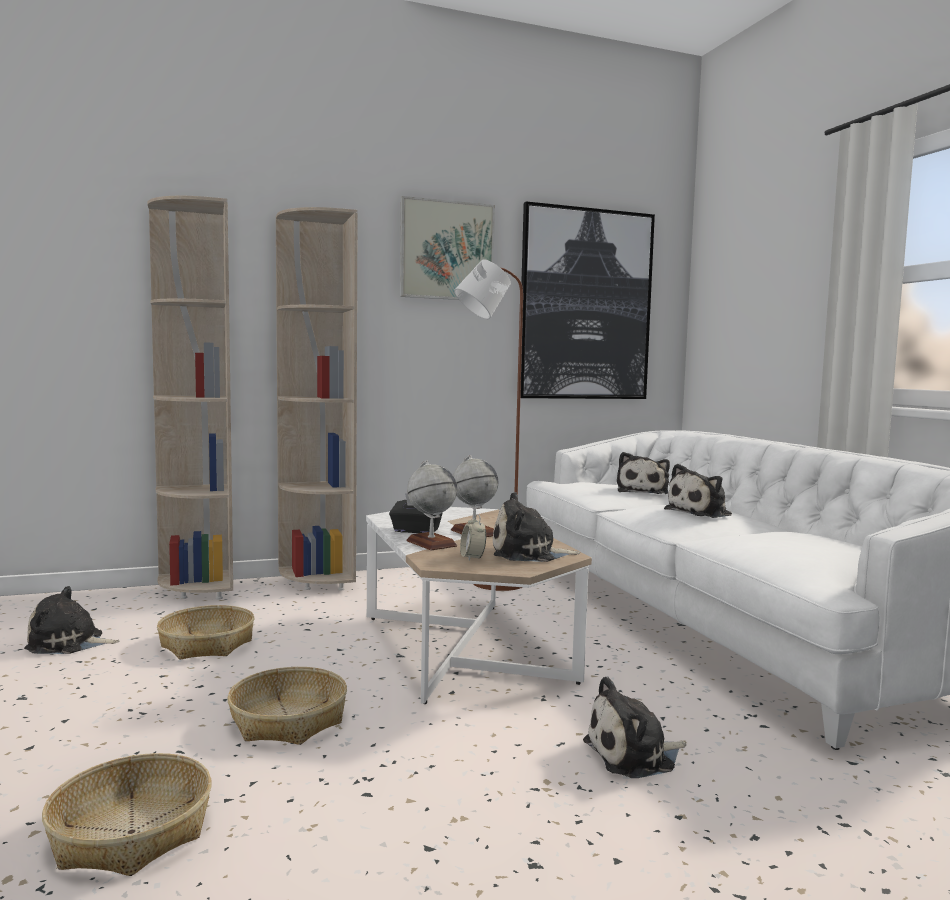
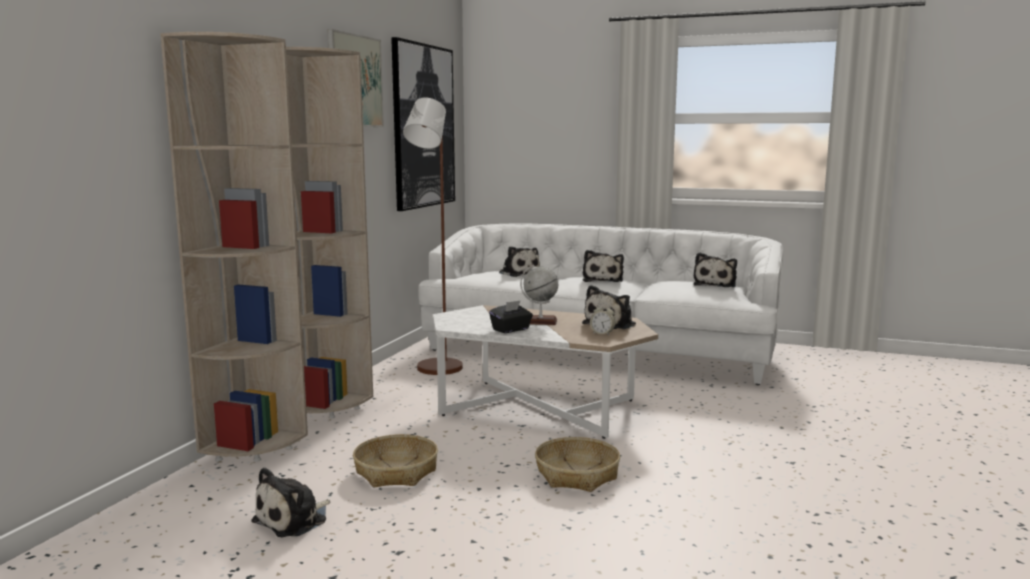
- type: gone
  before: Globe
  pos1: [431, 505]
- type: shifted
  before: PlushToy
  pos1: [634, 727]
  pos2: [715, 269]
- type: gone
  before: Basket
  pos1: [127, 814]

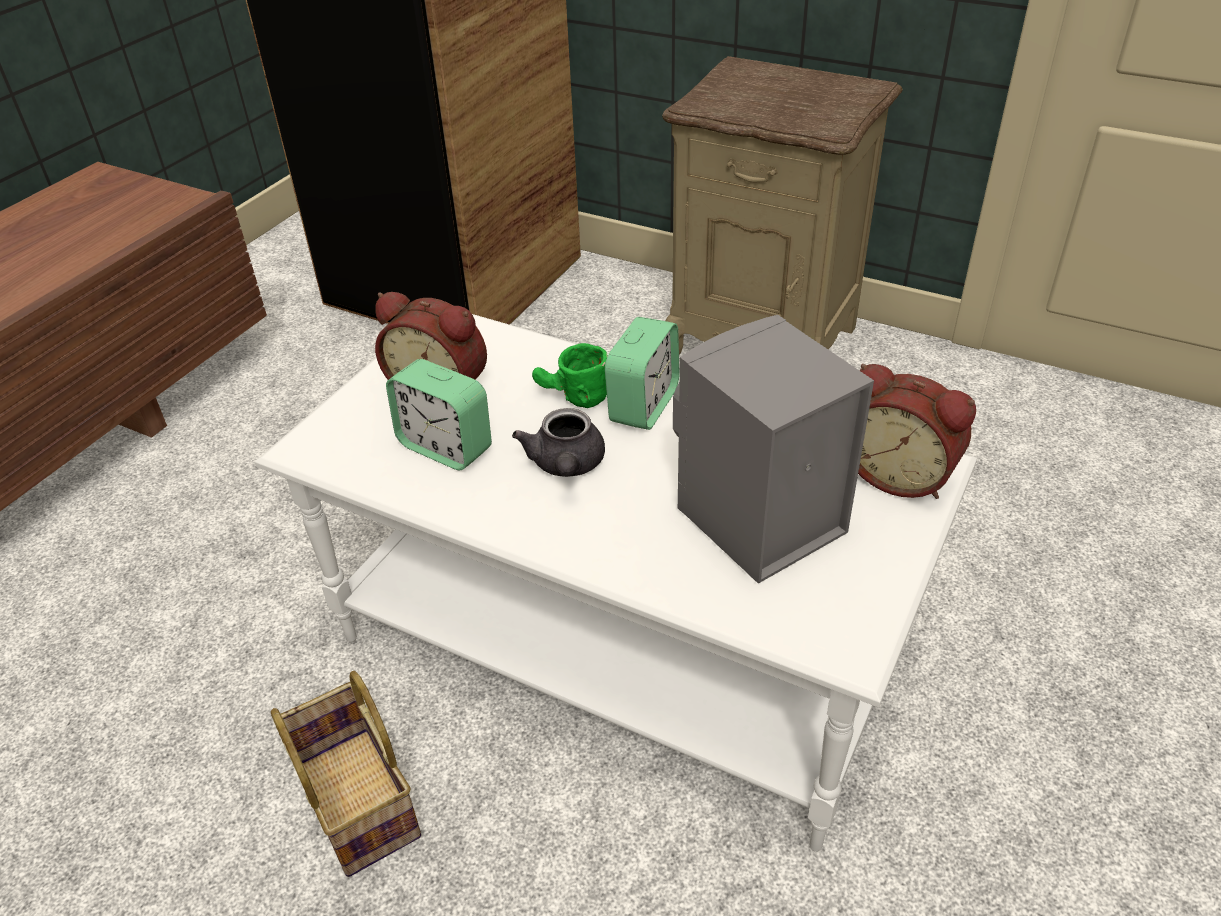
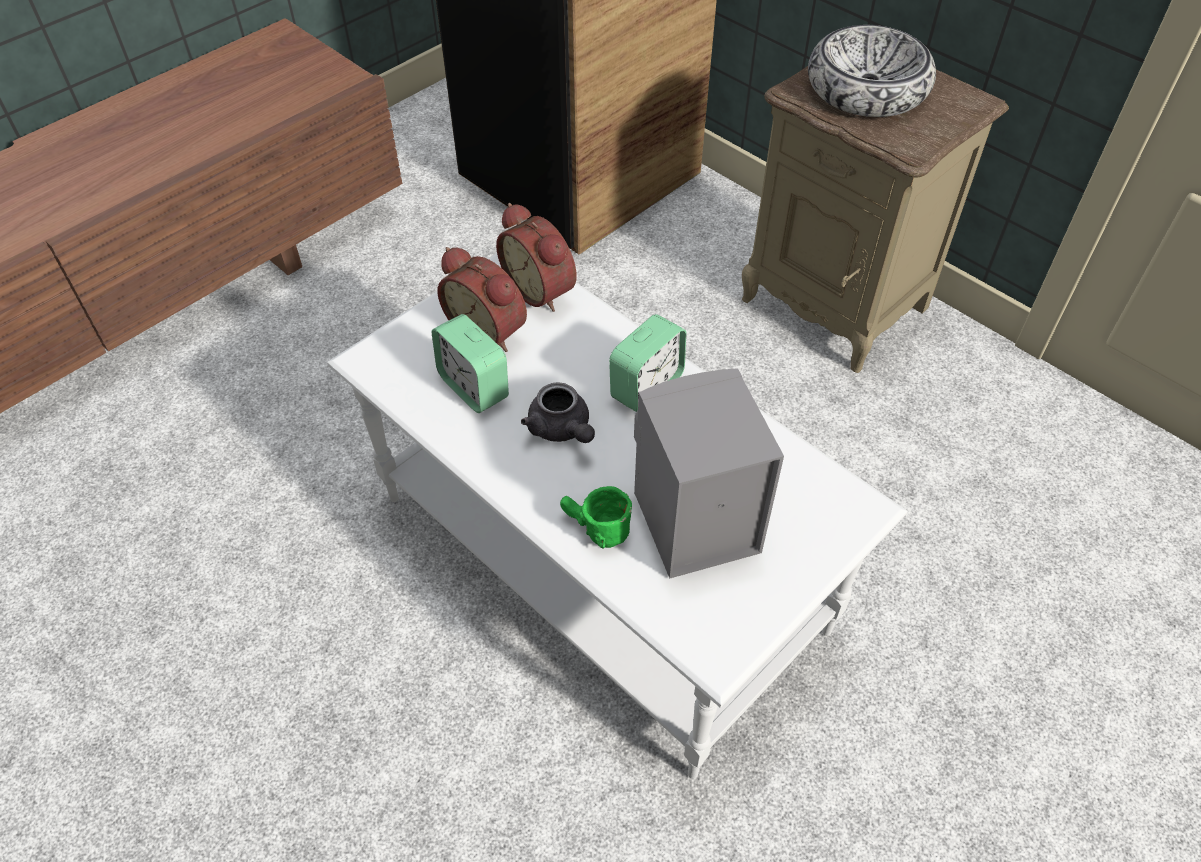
- type: shifted
  before: GreenMug
  pos1: [570, 375]
  pos2: [596, 517]
- type: shifted
  before: AlarmClock
  pos1: [917, 431]
  pos2: [536, 257]
- type: rotated
  before: GreyTeapot
  pos1: [558, 442]
  pos2: [558, 412]
  turn: -45
- type: gone
  before: Basket
  pos1: [346, 774]
- type: new
  after: Bowl
  pos2: [872, 71]

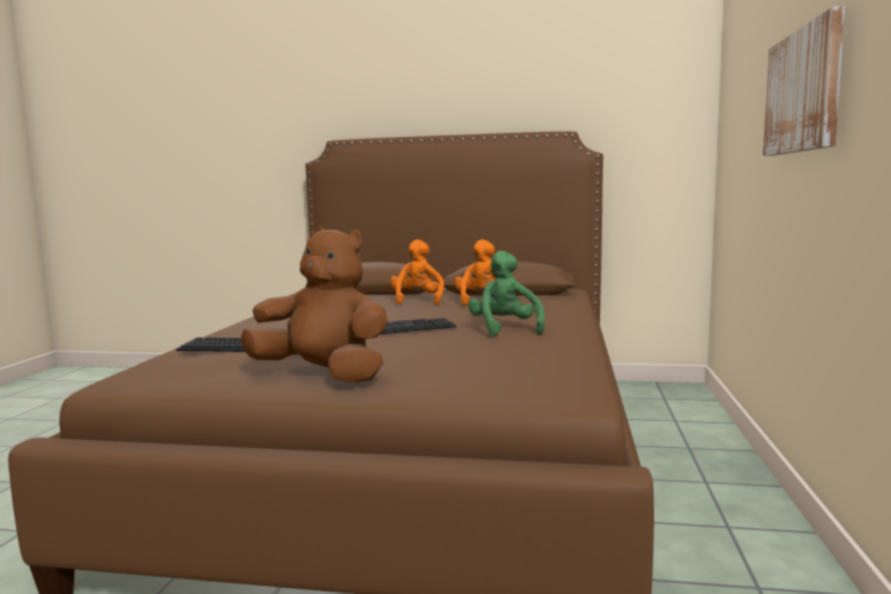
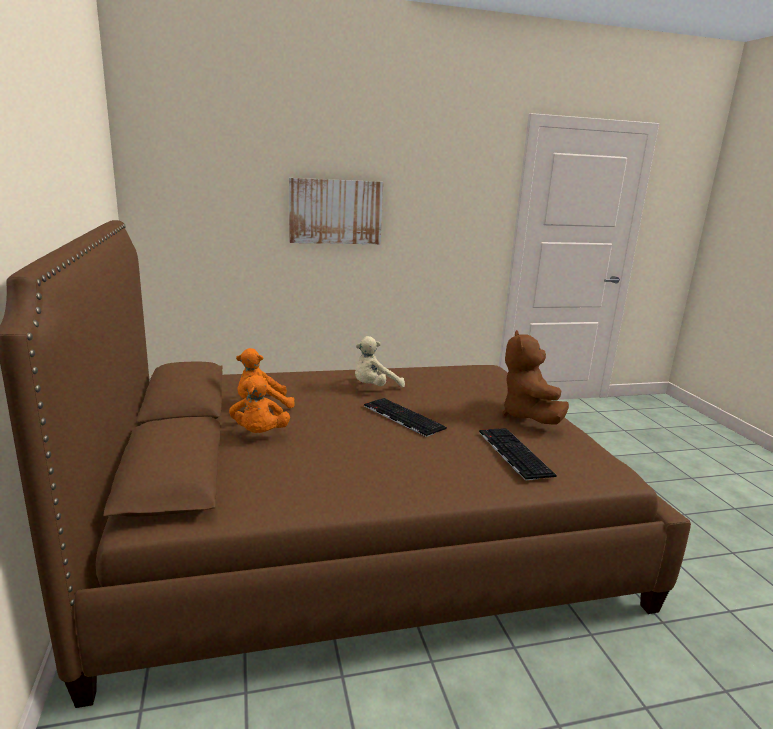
- type: rotated
  before: OrangePlushToy
  pos1: [417, 272]
  pos2: [259, 404]
  turn: -75
- type: repainted
  before: GreenPlushToy
  after: BeigePlushToy
  pos1: [506, 293]
  pos2: [380, 362]

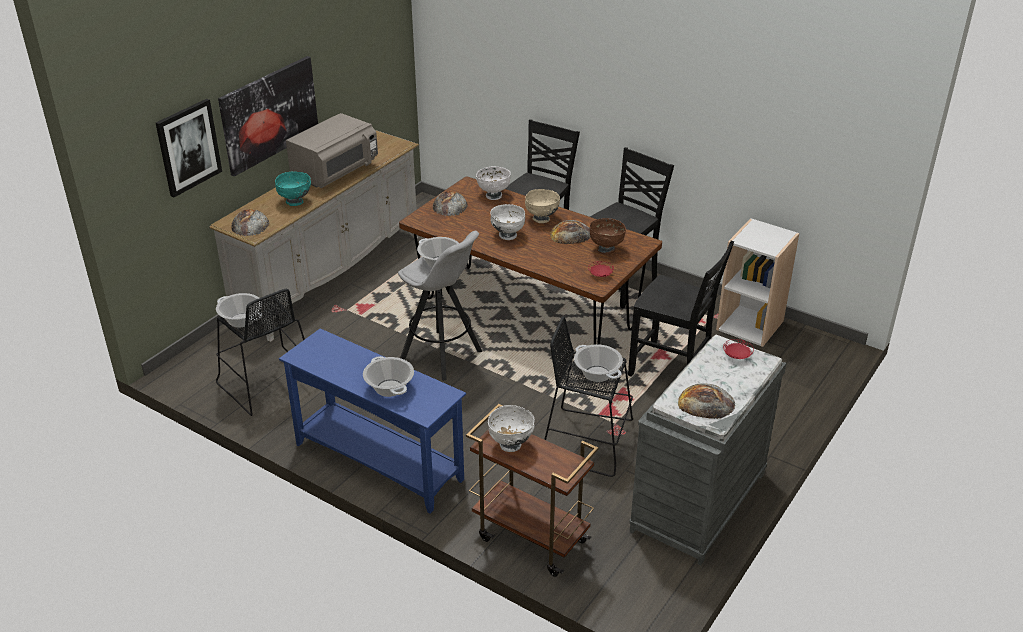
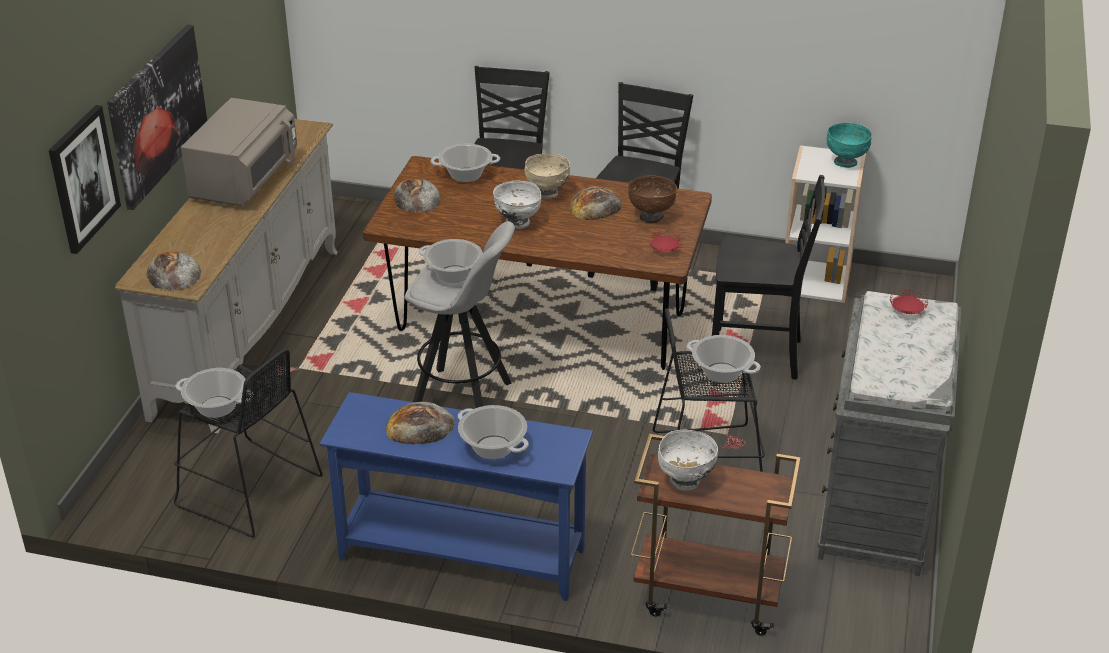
- type: swapped
  before: WhiteBowl
  after: CookingPot
  pos1: [493, 183]
  pos2: [465, 163]
- type: shifted
  before: TurquoiseBowl
  pos1: [293, 189]
  pos2: [849, 145]
- type: shifted
  before: Bread
  pos1: [706, 401]
  pos2: [420, 423]

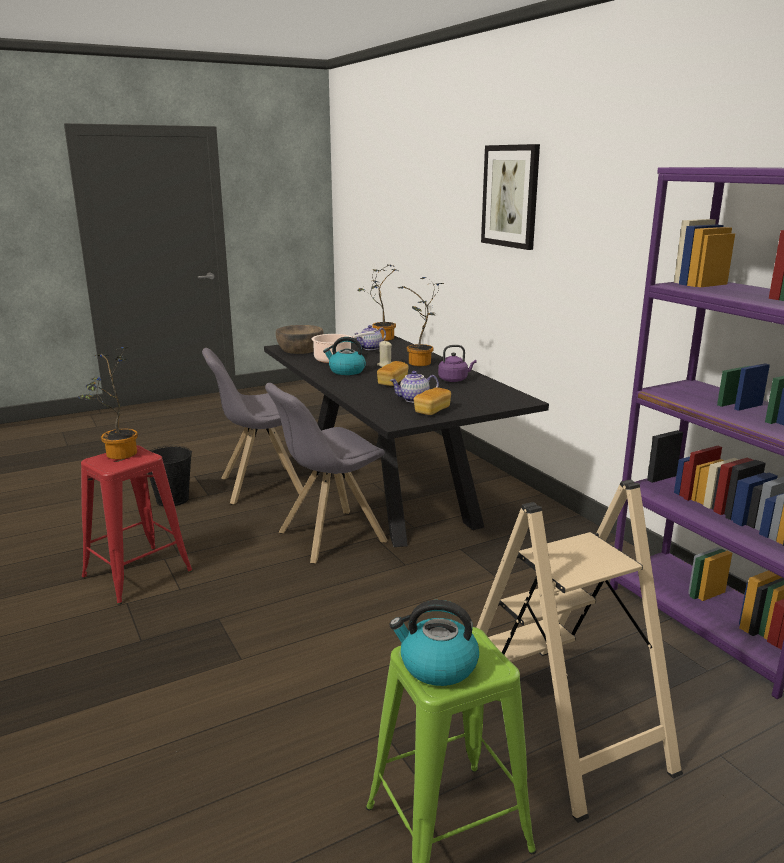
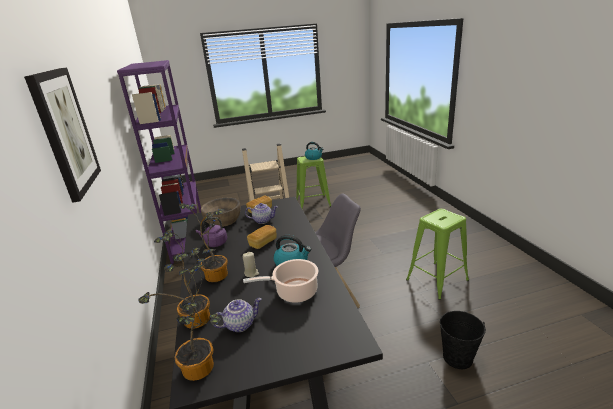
- type: shifted
  before: BrownBowl
  pos1: [299, 339]
  pos2: [221, 212]
- type: shifted
  before: PottedPlant
  pos1: [108, 403]
  pos2: [184, 279]
- type: gone
  before: GreyChair
  pos1: [252, 426]
- type: repainted
  before: RedStool
  after: GreenStool
  pos1: [137, 525]
  pos2: [437, 254]

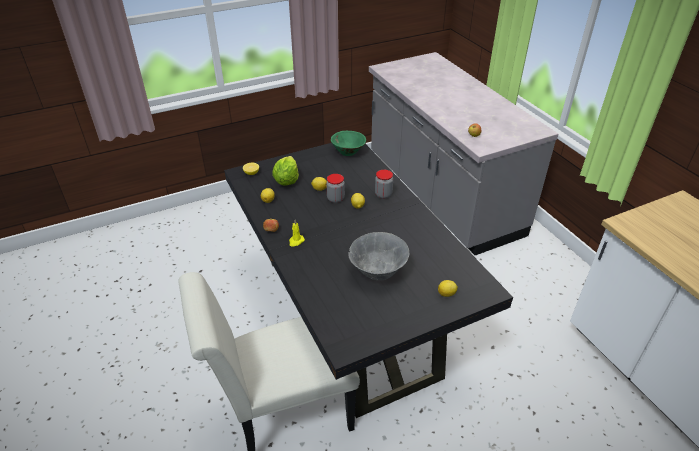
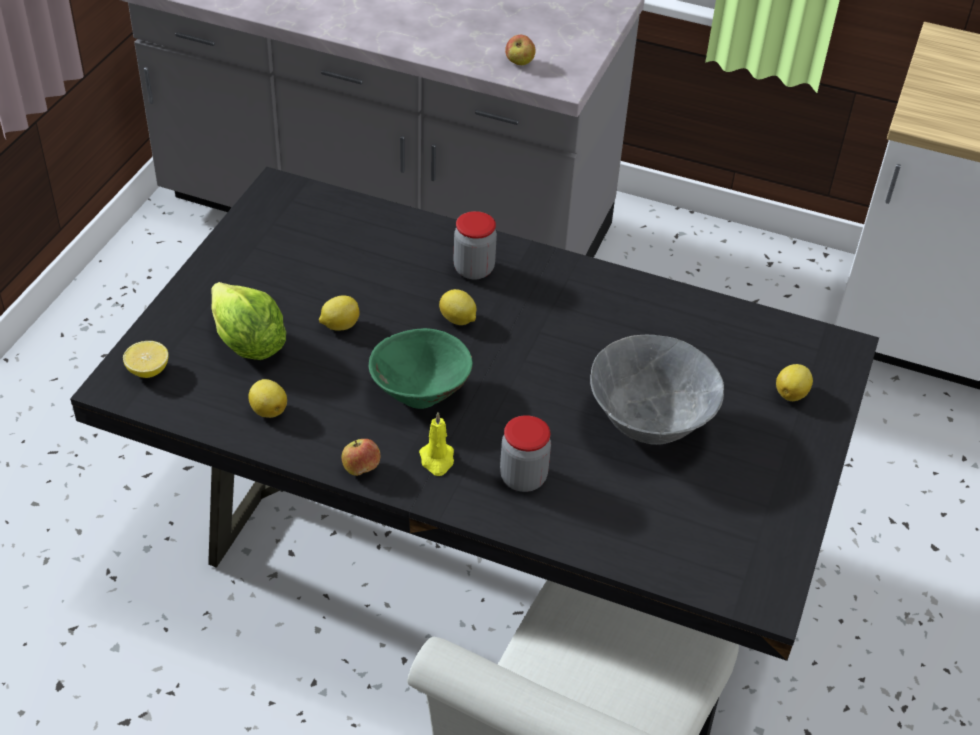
- type: shifted
  before: GreenBowl
  pos1: [348, 143]
  pos2: [421, 368]
- type: shifted
  before: Jar
  pos1: [335, 188]
  pos2: [525, 453]

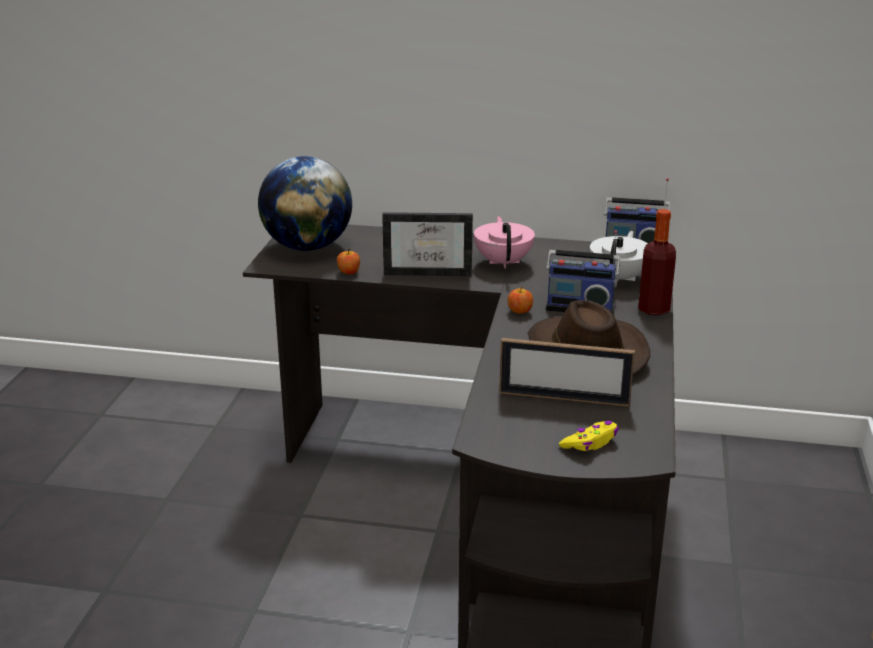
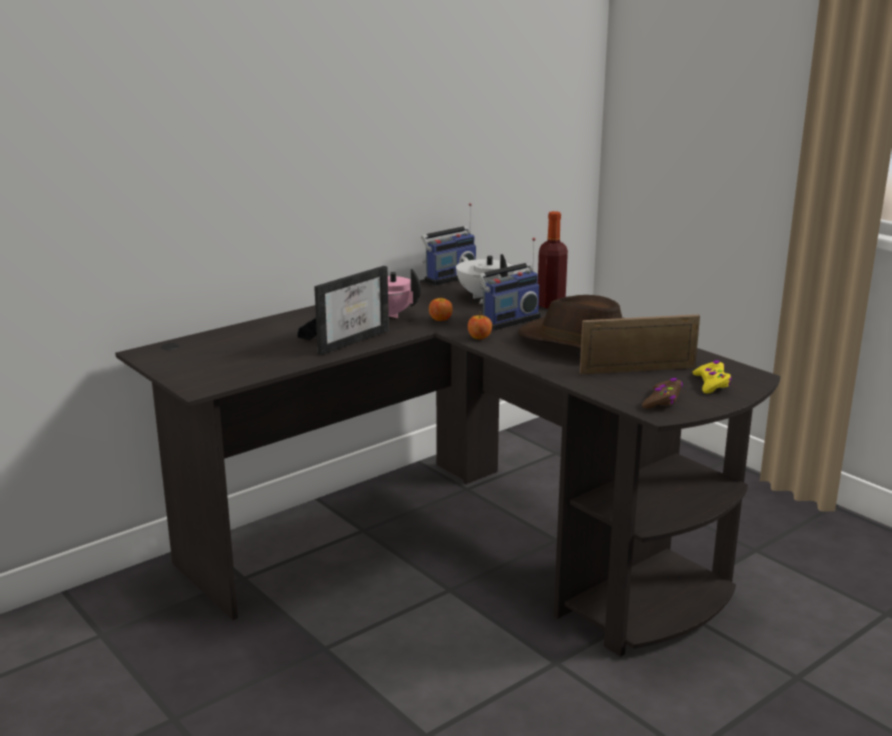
- type: gone
  before: Globe
  pos1: [305, 203]
- type: shifted
  before: Apple
  pos1: [348, 261]
  pos2: [441, 308]
- type: rotated
  before: PictureFrame
  pos1: [567, 372]
  pos2: [640, 344]
  turn: -150
- type: new
  after: BrownGameController
  pos2: [662, 393]

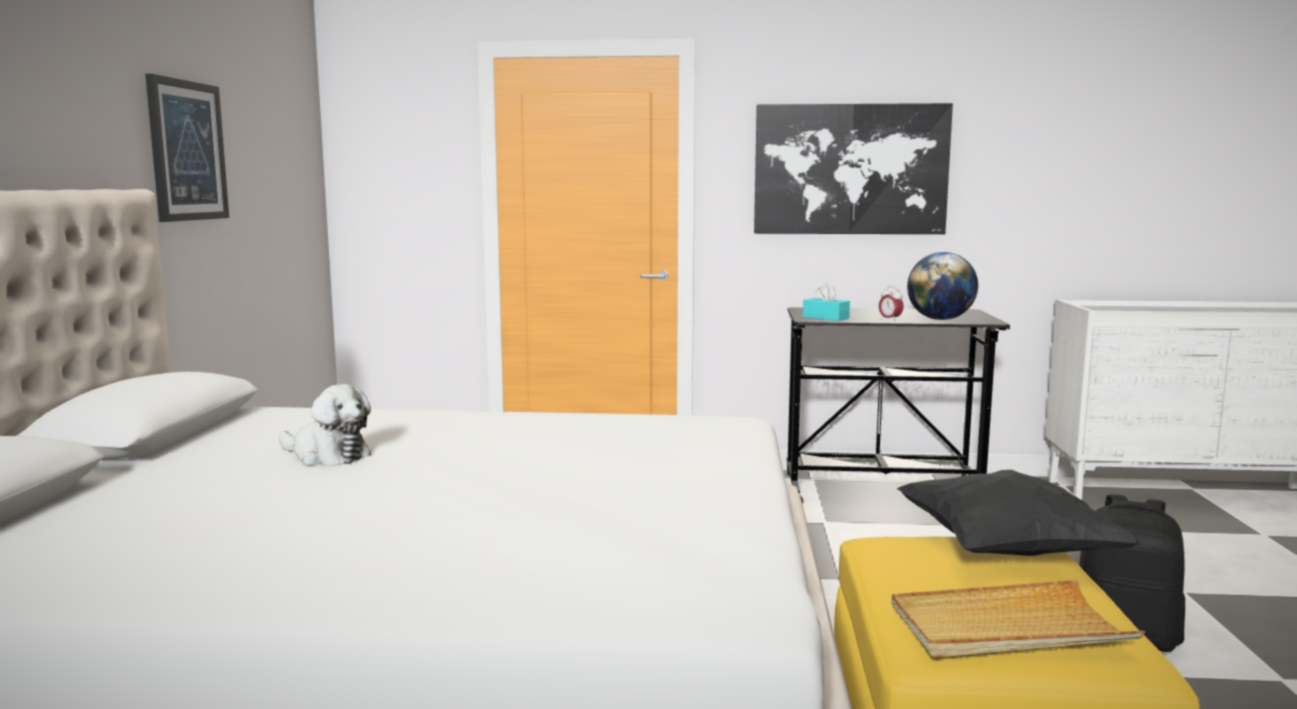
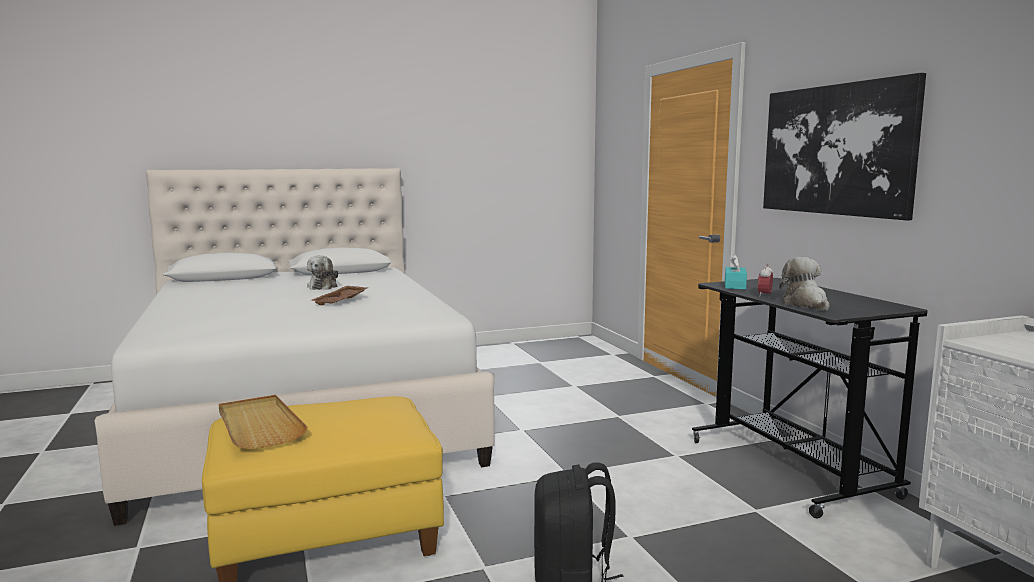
- type: gone
  before: Picture
  pos1: [187, 148]
- type: swapped
  before: Globe
  after: PlushToy
  pos1: [942, 286]
  pos2: [804, 284]
- type: gone
  before: BlackPillow
  pos1: [1019, 513]
- type: new
  after: BrownTray
  pos2: [339, 295]

